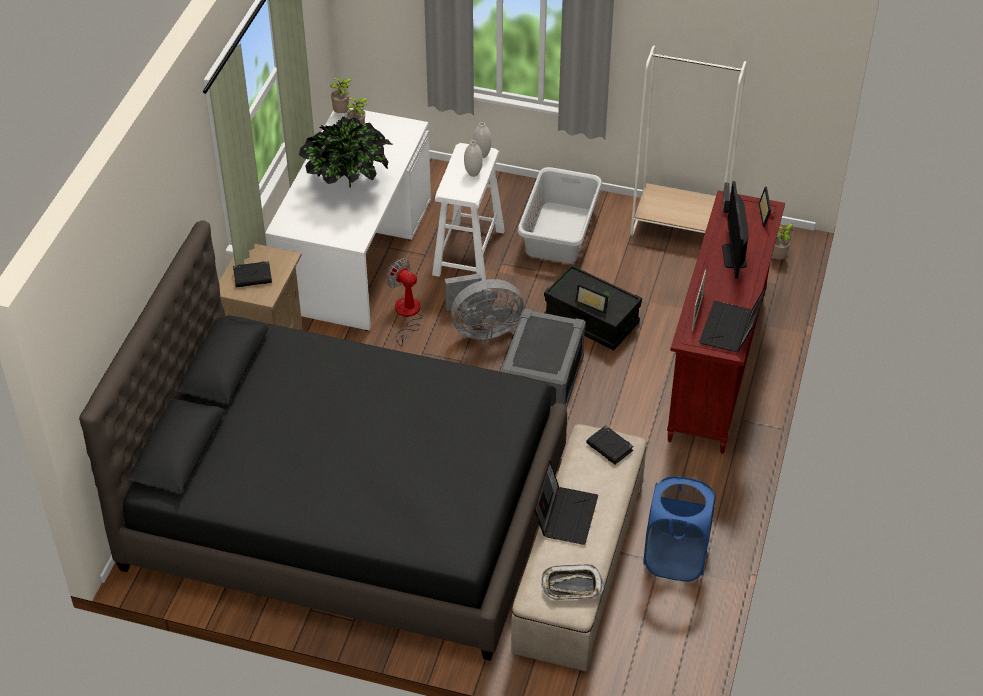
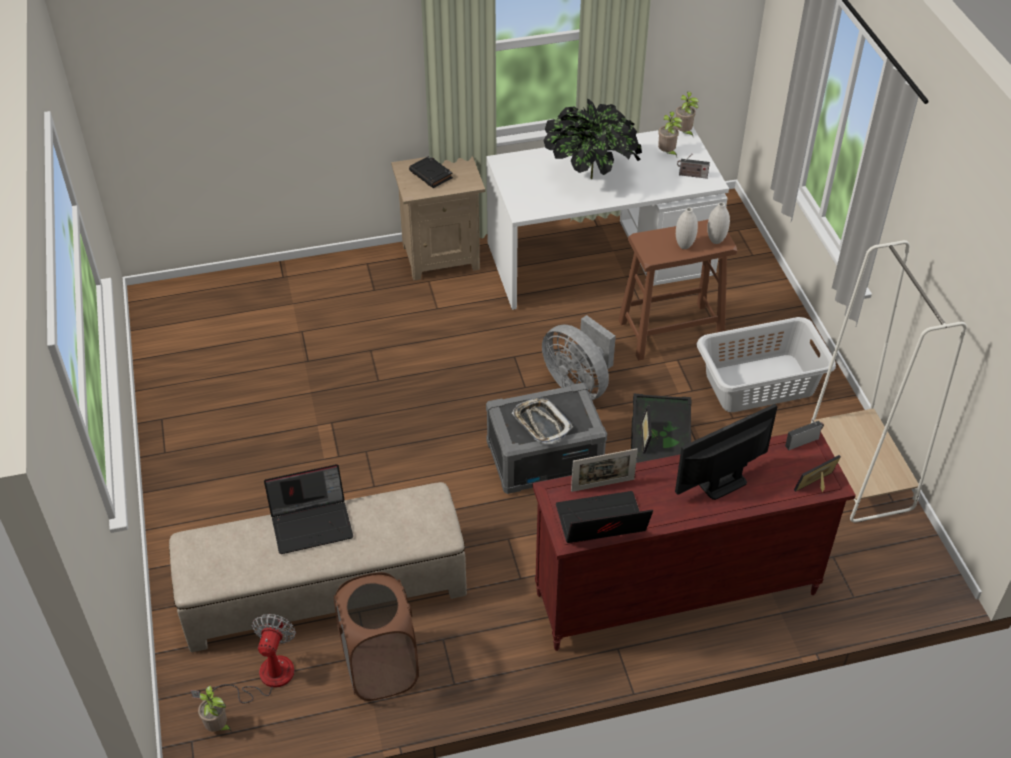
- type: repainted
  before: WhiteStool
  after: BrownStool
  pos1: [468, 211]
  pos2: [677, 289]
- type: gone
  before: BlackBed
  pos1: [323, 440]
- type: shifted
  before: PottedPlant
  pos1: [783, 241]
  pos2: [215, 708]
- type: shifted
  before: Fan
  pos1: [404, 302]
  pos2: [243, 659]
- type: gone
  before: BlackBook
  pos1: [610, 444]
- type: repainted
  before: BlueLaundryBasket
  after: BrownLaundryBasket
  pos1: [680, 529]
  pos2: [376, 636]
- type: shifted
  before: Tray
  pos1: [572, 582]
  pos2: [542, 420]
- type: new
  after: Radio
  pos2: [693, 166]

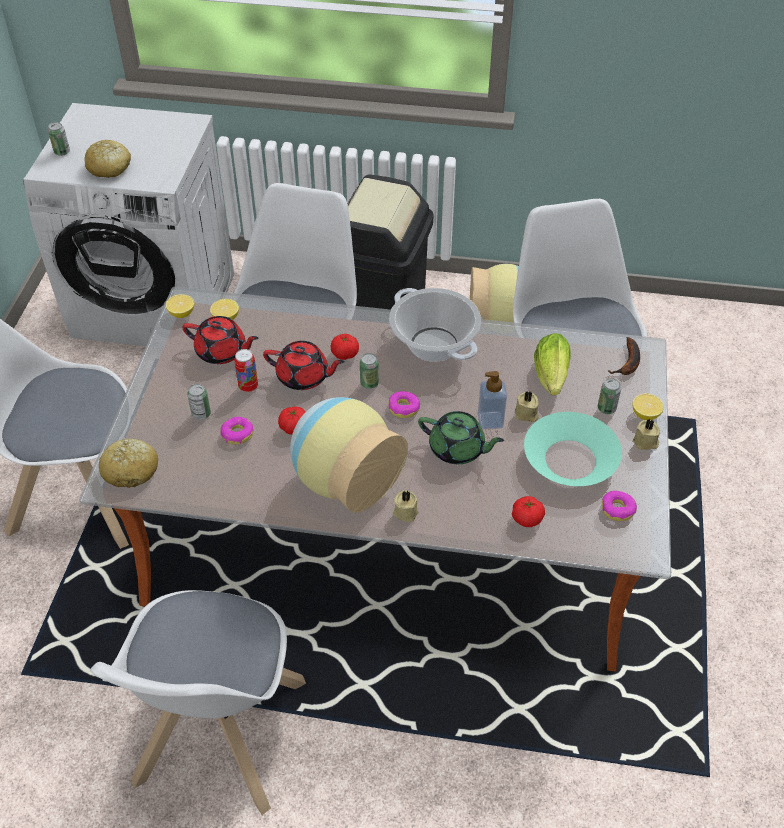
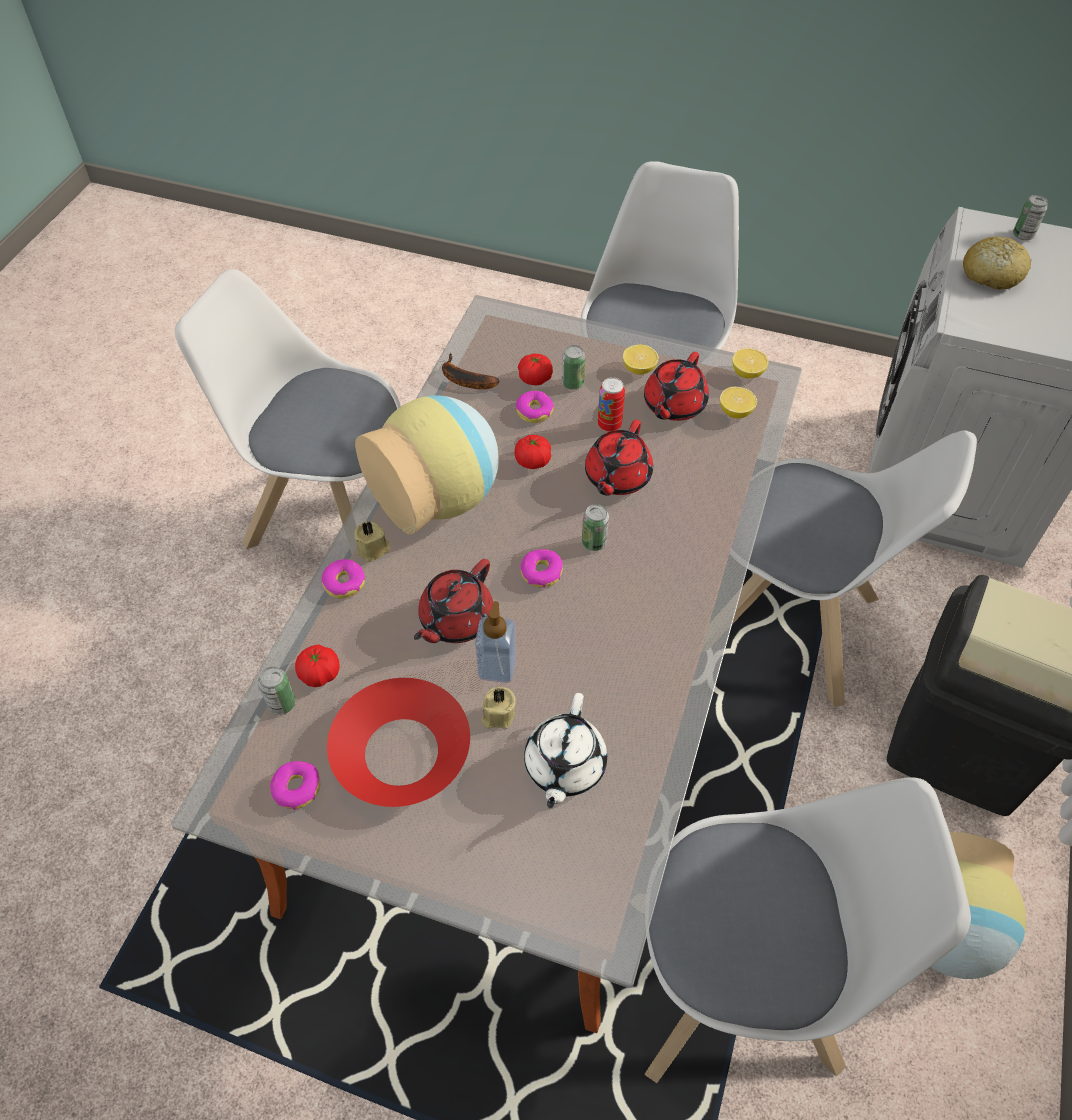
- type: gone
  before: CookingPot
  pos1: [435, 325]
- type: swapped
  before: Lettuce
  after: WhiteTeapot
  pos1: [552, 364]
  pos2: [565, 750]
- type: shifted
  before: Tomato
  pos1: [345, 347]
  pos2: [535, 369]
- type: shifted
  before: Banana
  pos1: [624, 356]
  pos2: [470, 371]
- type: shifted
  before: Can
  pos1: [609, 396]
  pos2: [277, 691]
- type: shifted
  before: Lemon
  pos1: [648, 406]
  pos2: [641, 360]
- type: repainted
  before: GreenTeapot
  after: RedTeapot
  pos1: [461, 437]
  pos2: [454, 601]
- type: repainted
  before: TurquoiseBowl
  after: RedBowl
  pos1: [573, 449]
  pos2: [398, 742]
- type: gone
  before: BeigeCandle
  pos1: [646, 434]
- type: gone
  before: Bread
  pos1: [128, 463]
- type: new
  after: Donut
  pos2: [343, 578]

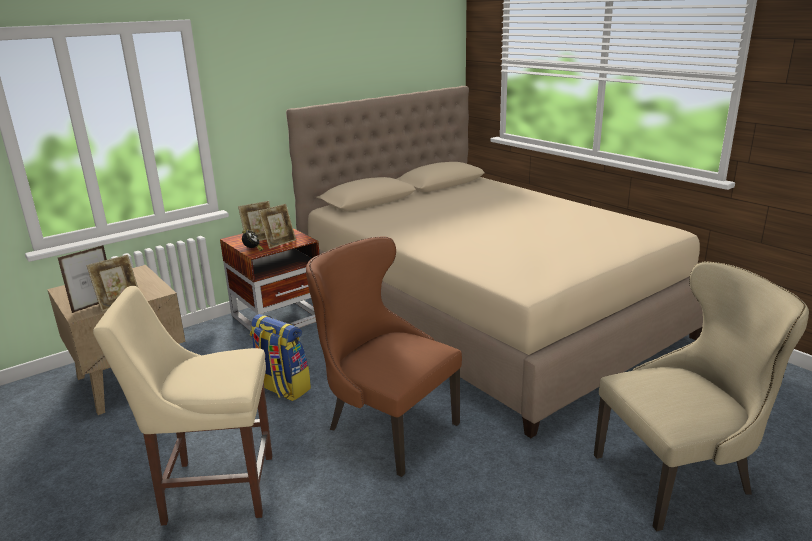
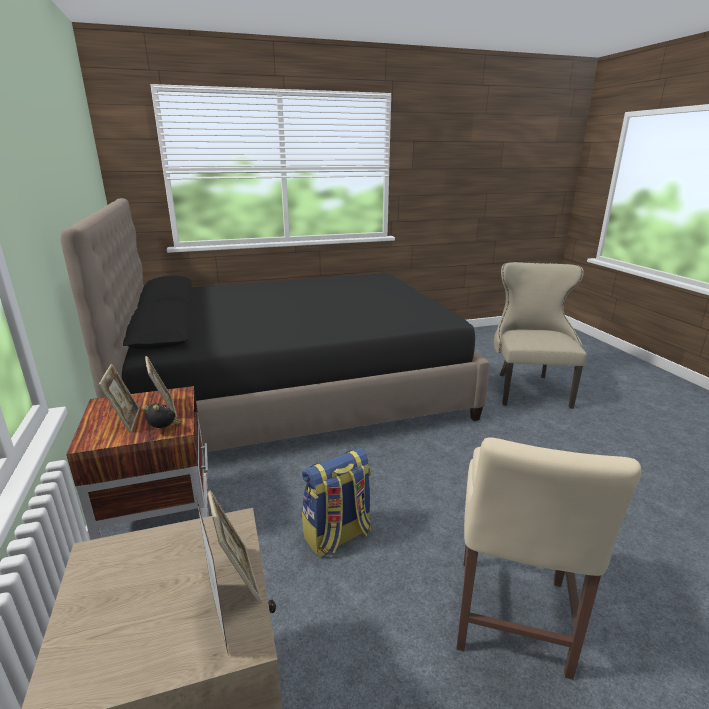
- type: repainted
  before: BeigeBed
  after: BlackBed
  pos1: [494, 262]
  pos2: [275, 325]
- type: gone
  before: BrownChair
  pos1: [384, 357]

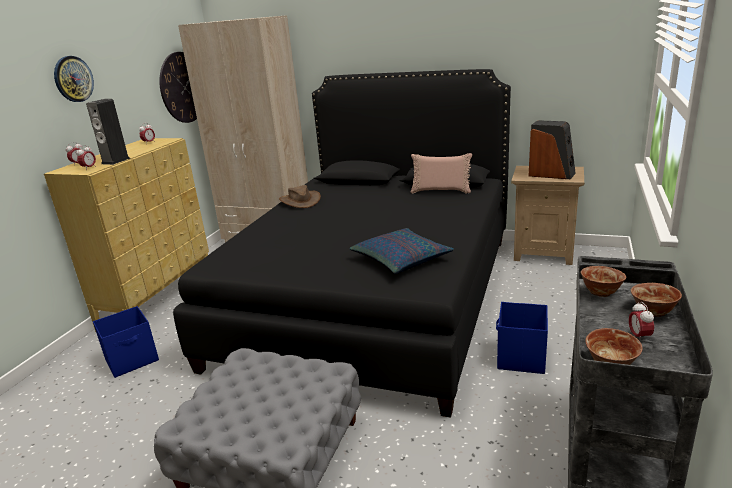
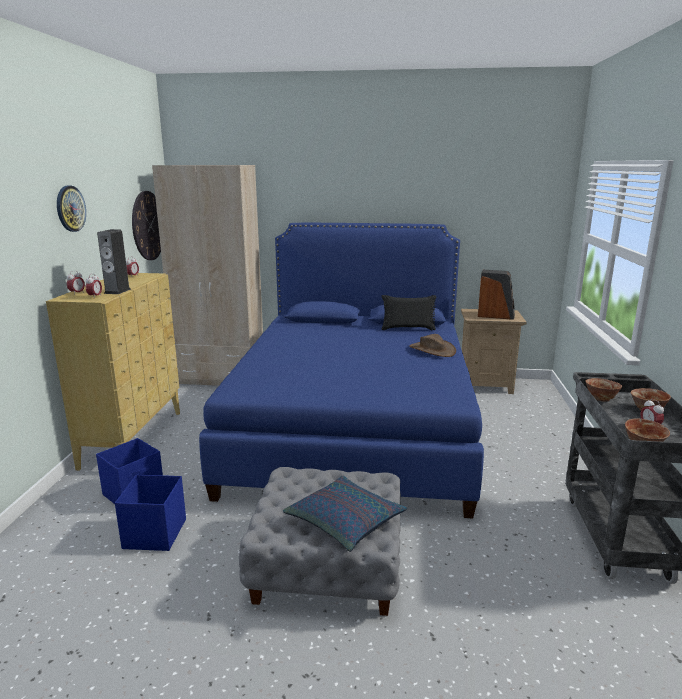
- type: repainted
  before: BlackBed
  after: BlueBed
  pos1: [342, 243]
  pos2: [341, 371]
- type: repainted
  before: BeigePillow
  after: BlackPillow
  pos1: [441, 173]
  pos2: [408, 313]
- type: shifted
  before: BrownHat
  pos1: [300, 196]
  pos2: [432, 345]
- type: shifted
  before: BluePillow
  pos1: [402, 251]
  pos2: [345, 514]
- type: shifted
  before: BlueStorageBox
  pos1: [522, 338]
  pos2: [150, 513]

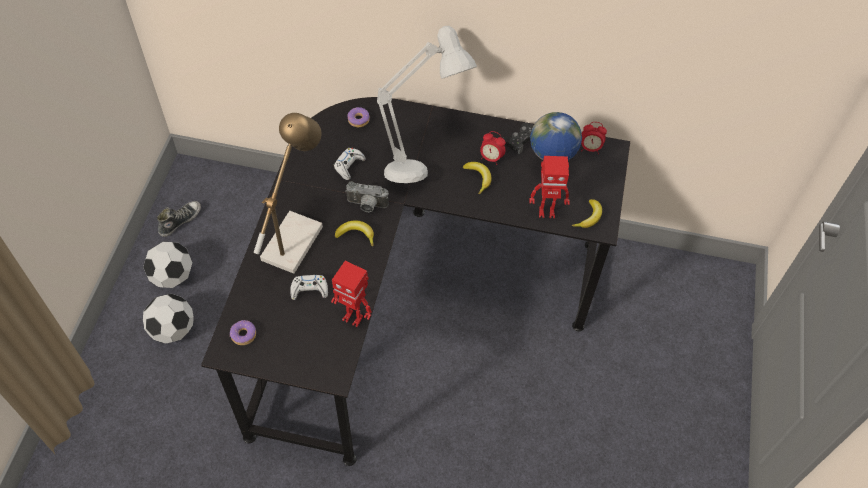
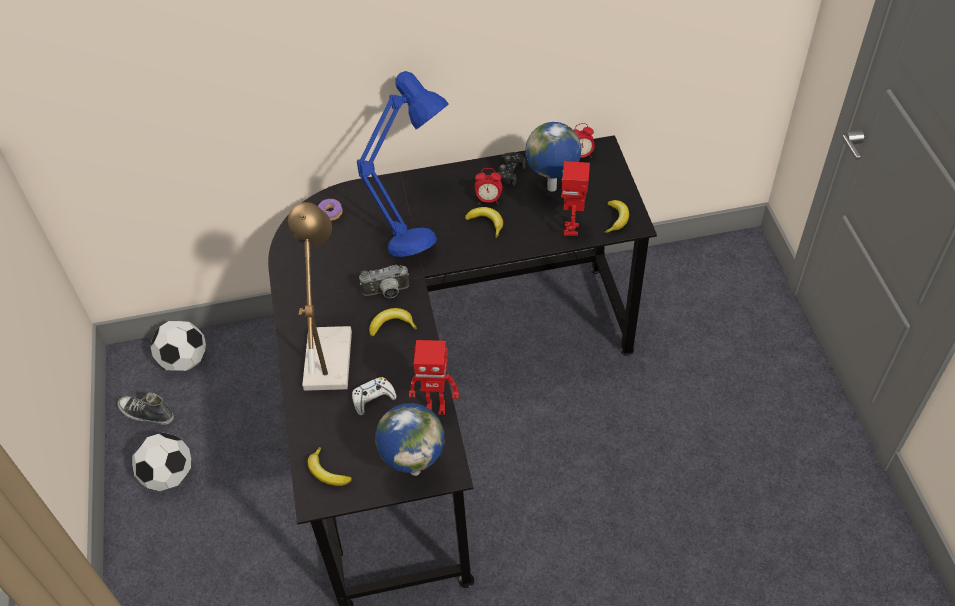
- type: repainted
  before: GreyTableLamp
  after: BlueTableLamp
  pos1: [427, 104]
  pos2: [403, 164]
- type: gone
  before: WhiteGameController
  pos1: [350, 164]
- type: rotated
  before: ToyRobot
  pos1: [549, 187]
  pos2: [576, 198]
  turn: 120
- type: rotated
  before: Shoe
  pos1: [179, 219]
  pos2: [145, 408]
  turn: -90
- type: shifted
  before: Football
  pos1: [168, 319]
  pos2: [178, 346]
- type: swapped
  before: Donut
  after: Banana
  pos1: [243, 332]
  pos2: [330, 466]
- type: new
  after: Globe
  pos2: [409, 439]

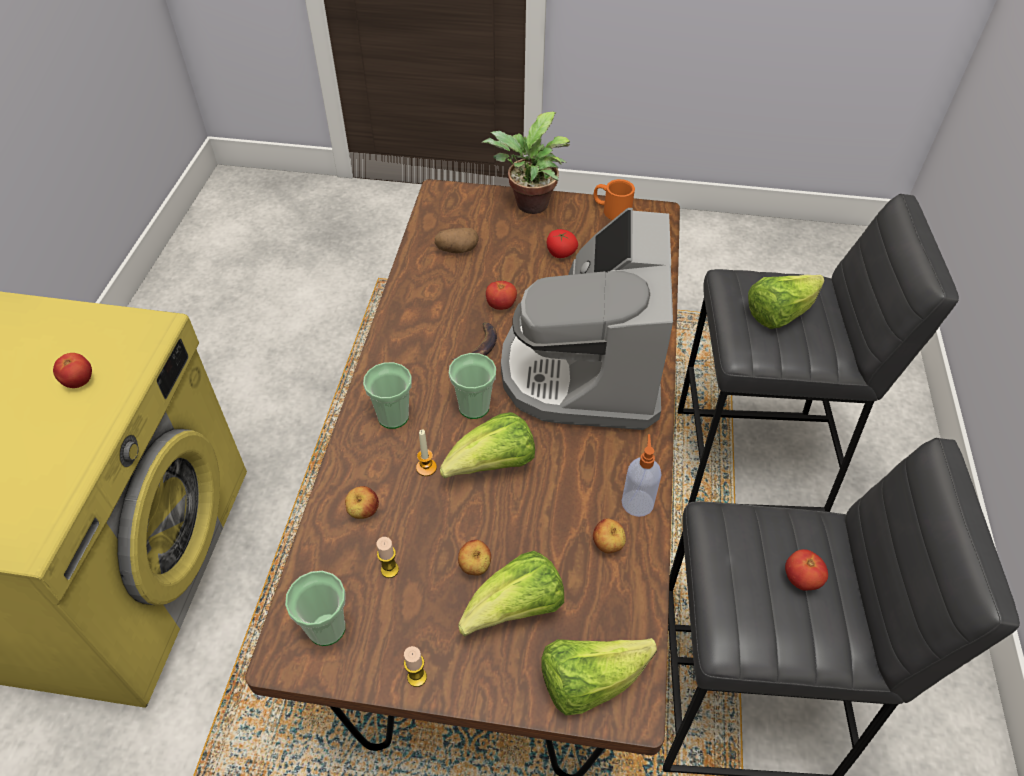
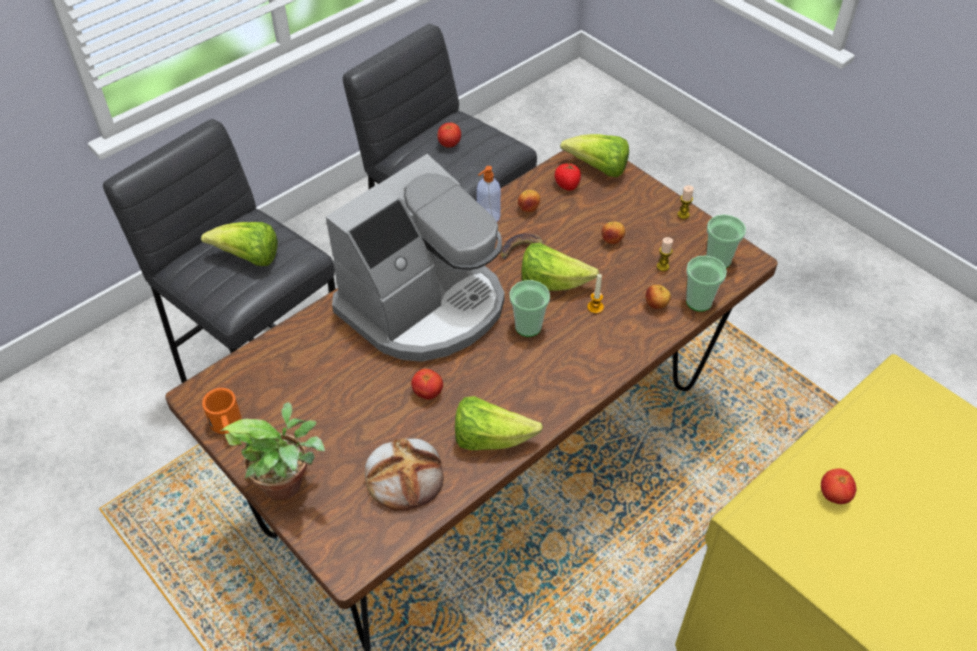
- type: swapped
  before: Potato
  after: Bread
  pos1: [457, 240]
  pos2: [404, 474]
- type: shifted
  before: Tomato
  pos1: [562, 243]
  pos2: [568, 177]
- type: shifted
  before: Banana
  pos1: [475, 341]
  pos2: [522, 246]
- type: shifted
  before: Cup
  pos1: [387, 395]
  pos2: [706, 283]
- type: shifted
  before: Lettuce
  pos1: [511, 593]
  pos2: [499, 423]

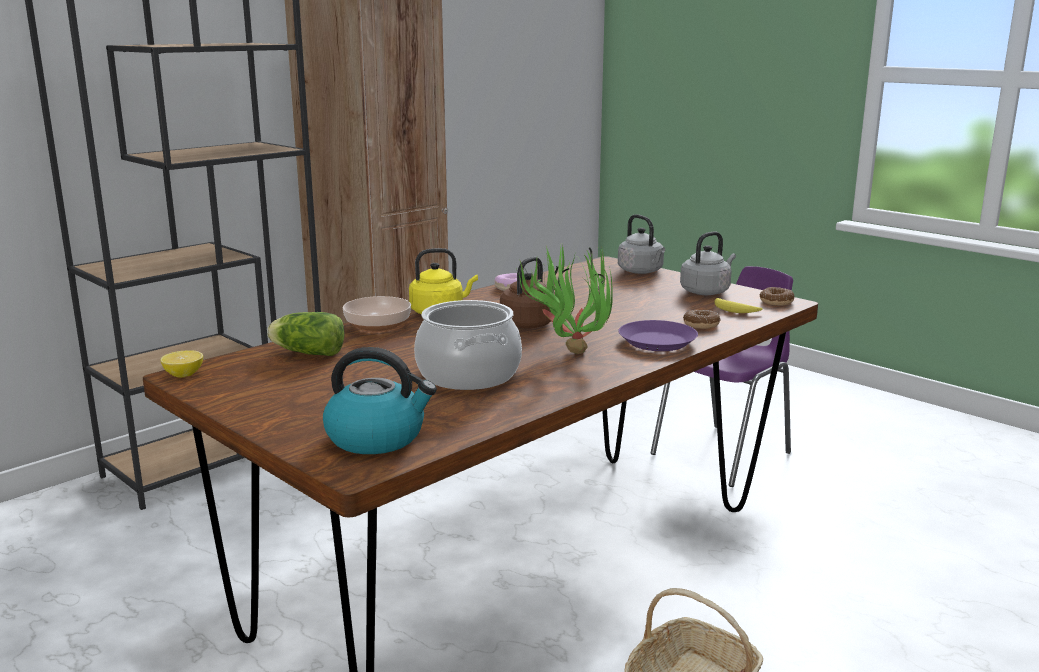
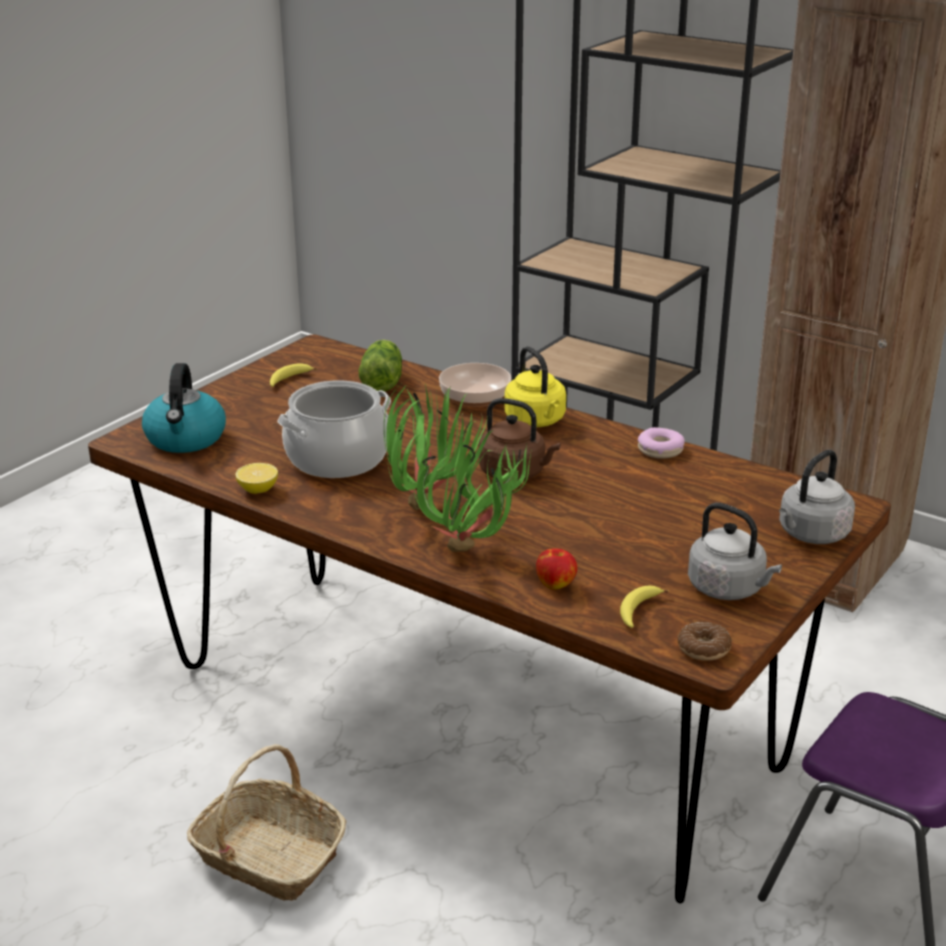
- type: swapped
  before: Donut
  after: Apple
  pos1: [702, 319]
  pos2: [556, 569]
- type: swapped
  before: PurplePlate
  after: PottedPlant
  pos1: [658, 335]
  pos2: [472, 486]
- type: shifted
  before: Lemon
  pos1: [181, 364]
  pos2: [257, 478]
- type: new
  after: Banana
  pos2: [293, 375]

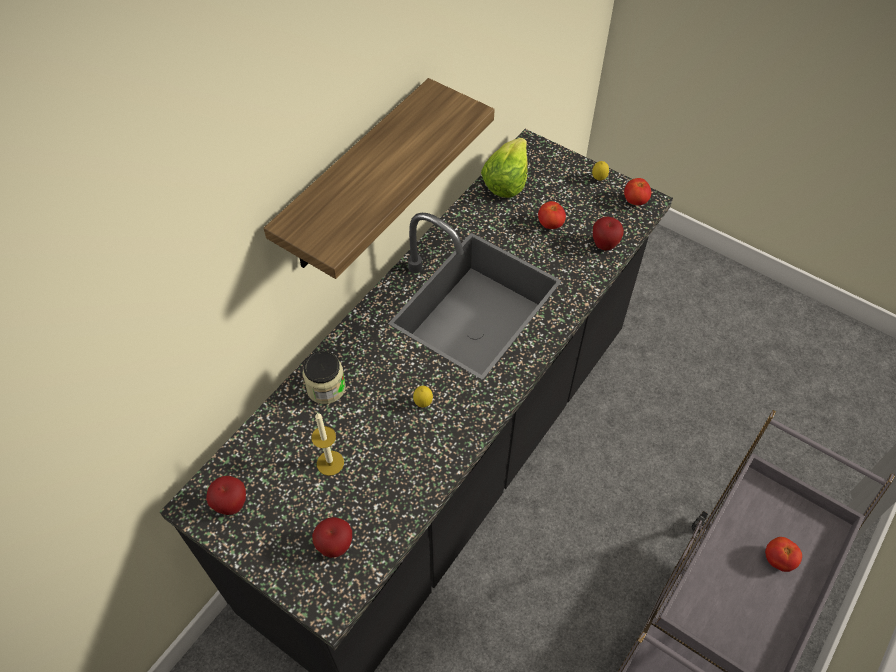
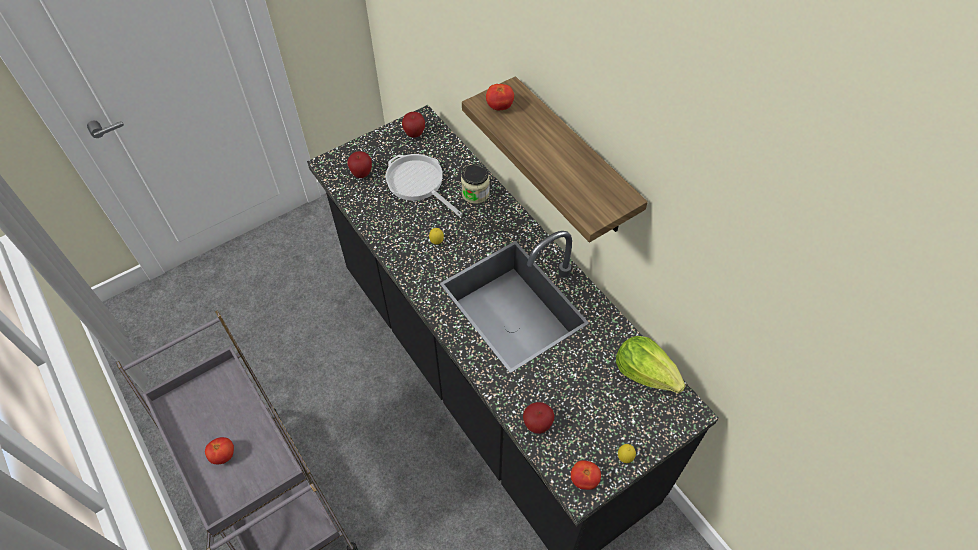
- type: shifted
  before: Tomato
  pos1: [552, 215]
  pos2: [500, 97]
- type: swapped
  before: Candle
  after: FryingPan
  pos1: [327, 444]
  pos2: [424, 185]

